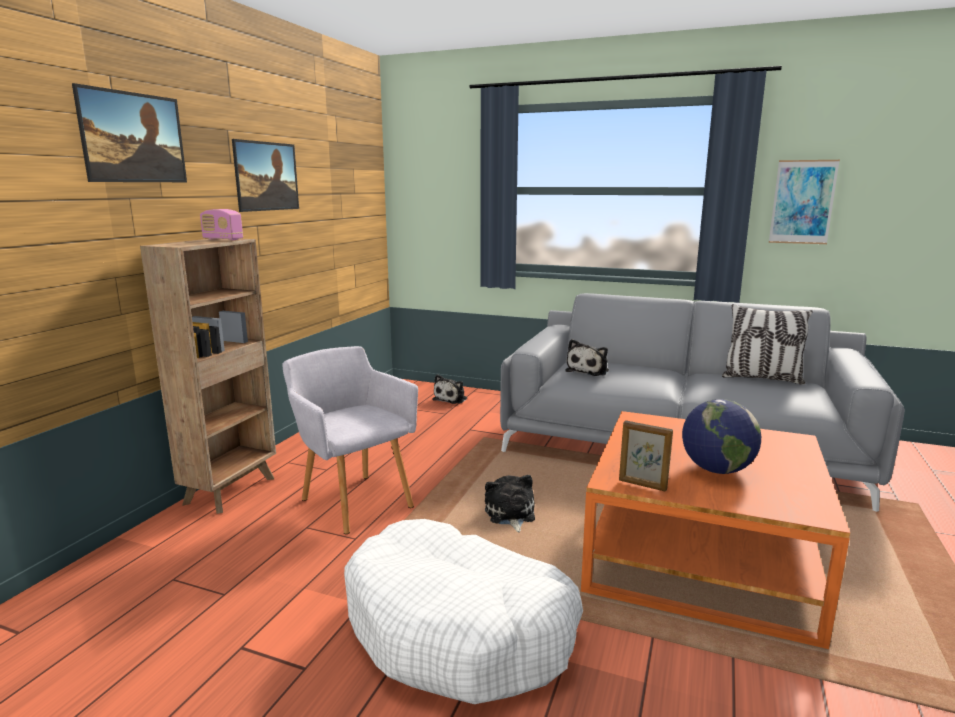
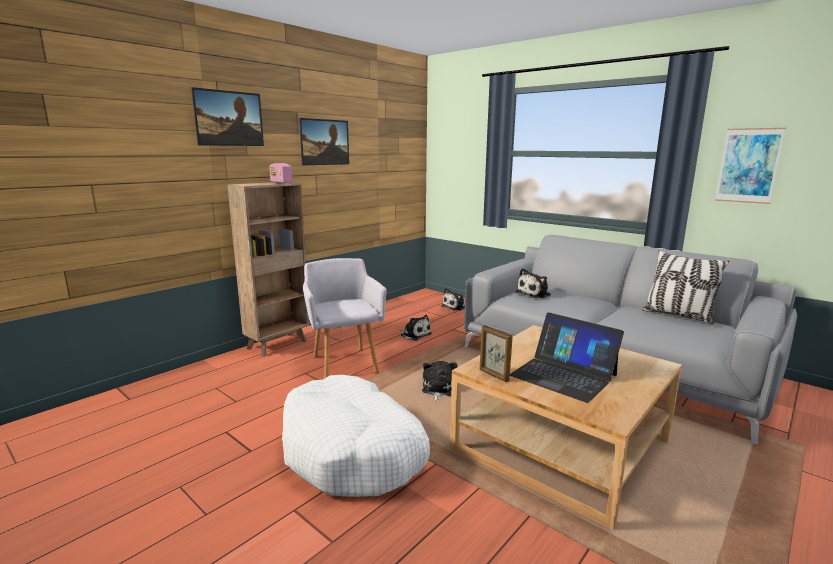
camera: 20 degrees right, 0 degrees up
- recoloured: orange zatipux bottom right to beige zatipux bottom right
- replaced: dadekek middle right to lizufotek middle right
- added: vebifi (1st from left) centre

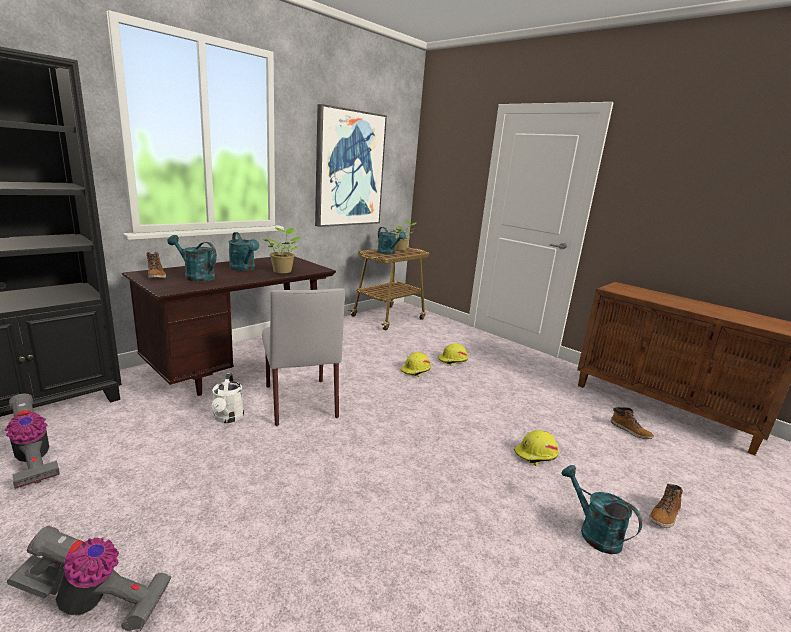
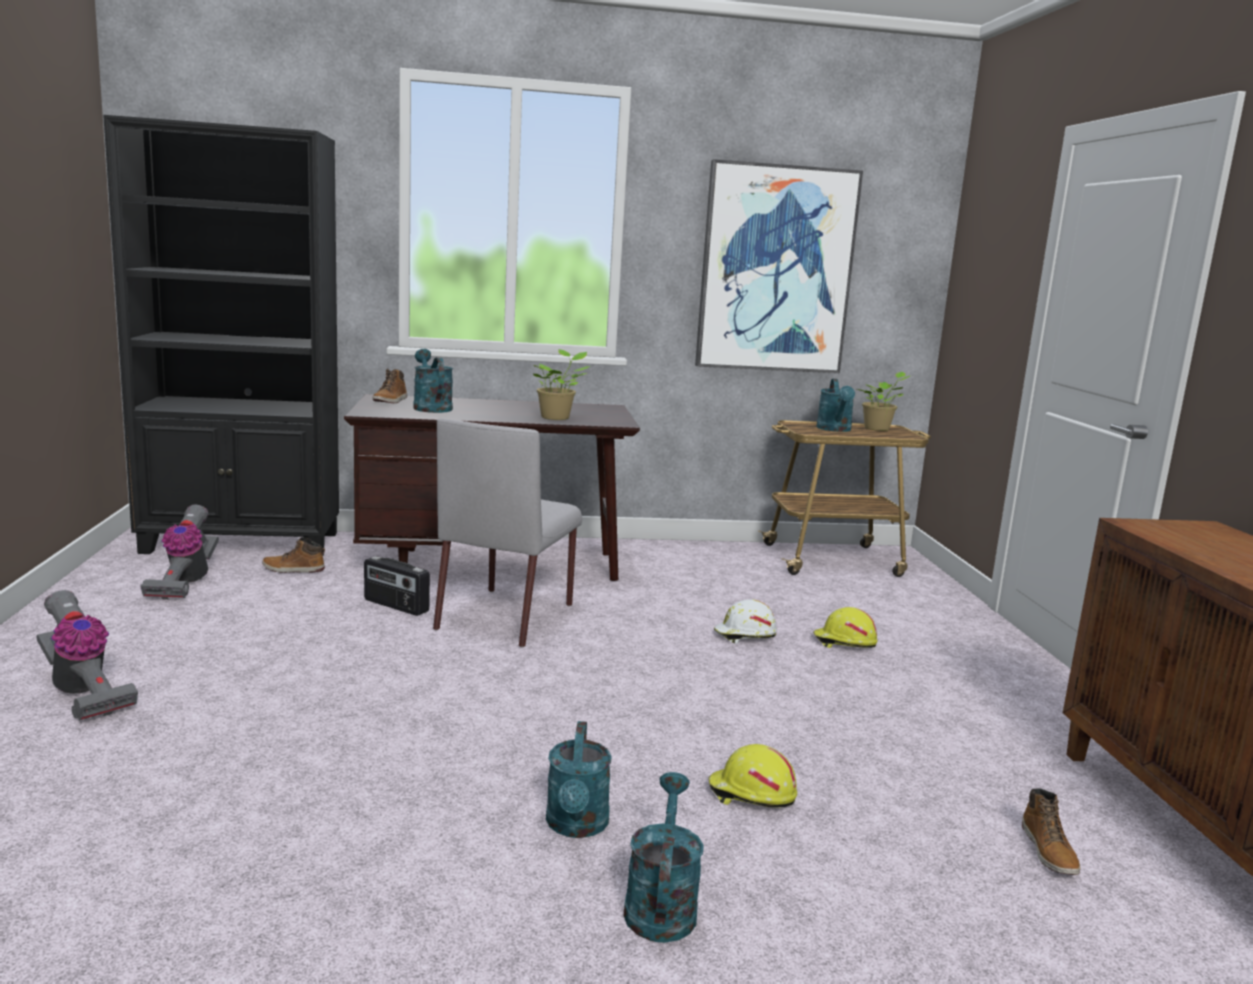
camera: 40 degrees right, 5 degrees down
- replaced: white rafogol middle left to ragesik middle left
- moved: turquoise rafogol (2nd from left) middle left to bottom centre
- recoloured: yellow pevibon (1st from left) centre to white pevibon centre
- moved: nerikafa (3rd from left in the first image) bottom right to nerikafa (1st from left) middle left

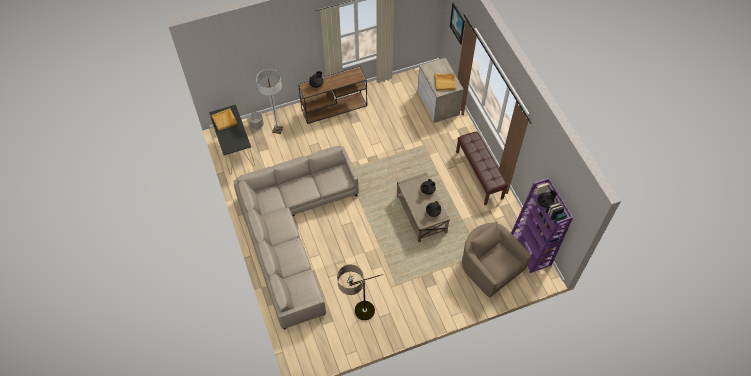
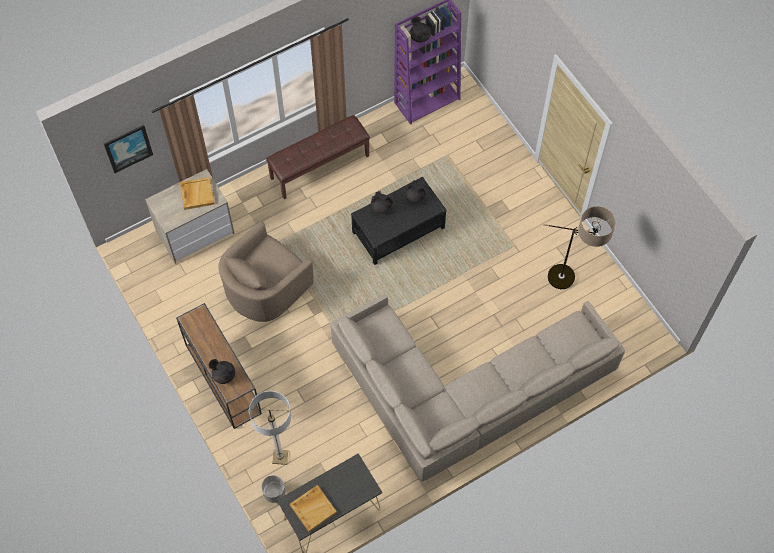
camera: 100 degrees left, 5 degrees up
- recoloured: beige zatipux centre to black zatipux centre
- moved: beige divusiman bottom centre to centre

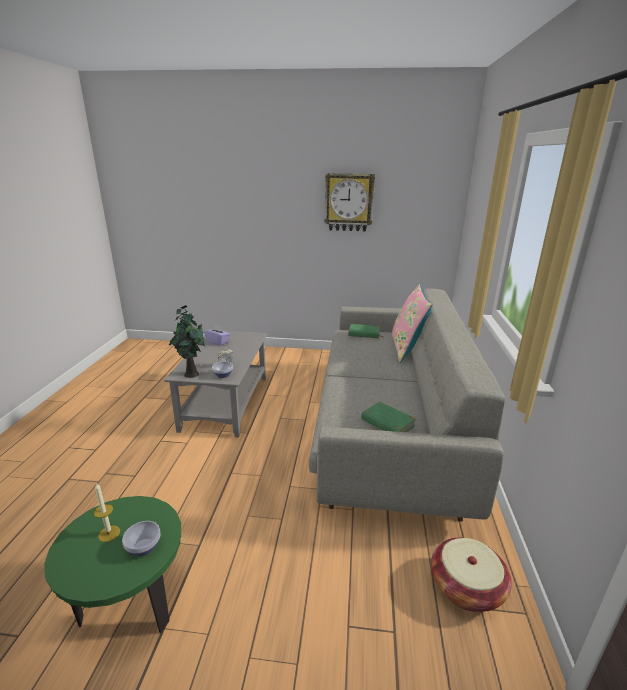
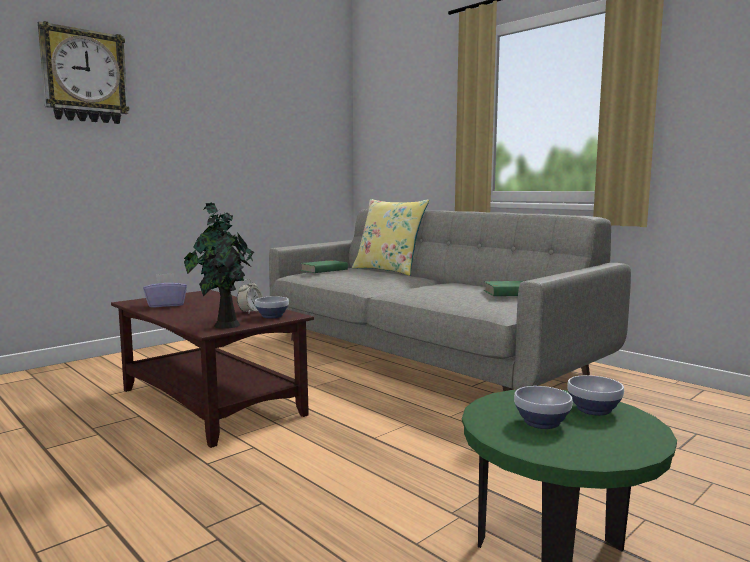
camera: 50 degrees left, 15 degrees down
- replaced: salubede bottom left to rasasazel (2nd from left) bottom right
- recoloured: grey zatipux centre to brown zatipux middle left
- moved: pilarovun top centre to top left
- recoloured: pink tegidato centre to yellow tegidato centre
- removed: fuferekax bottom right

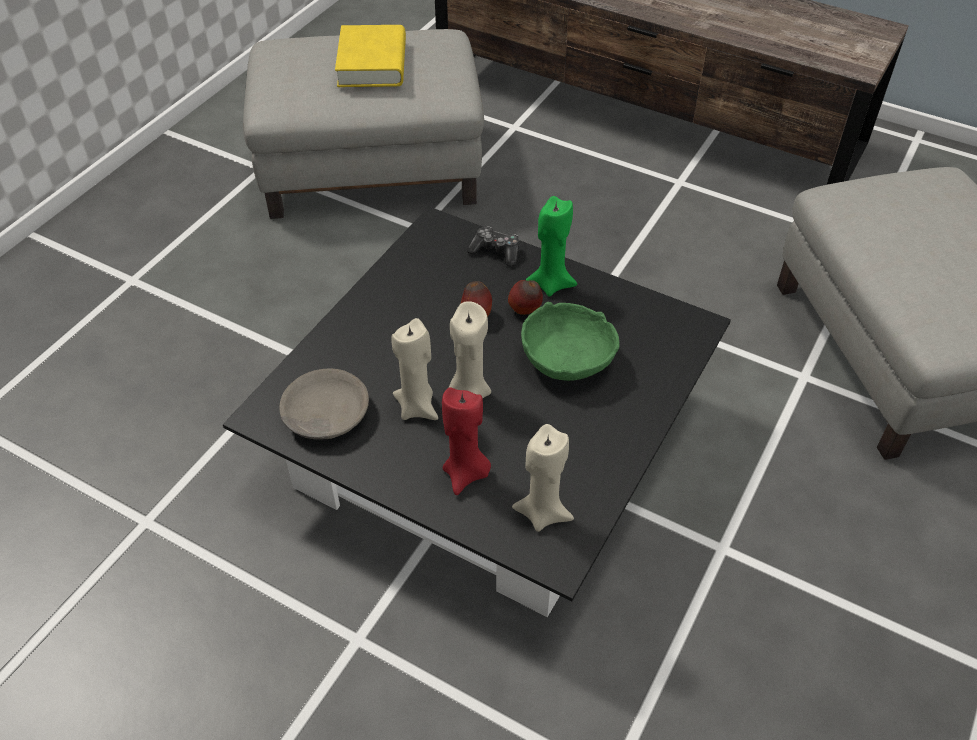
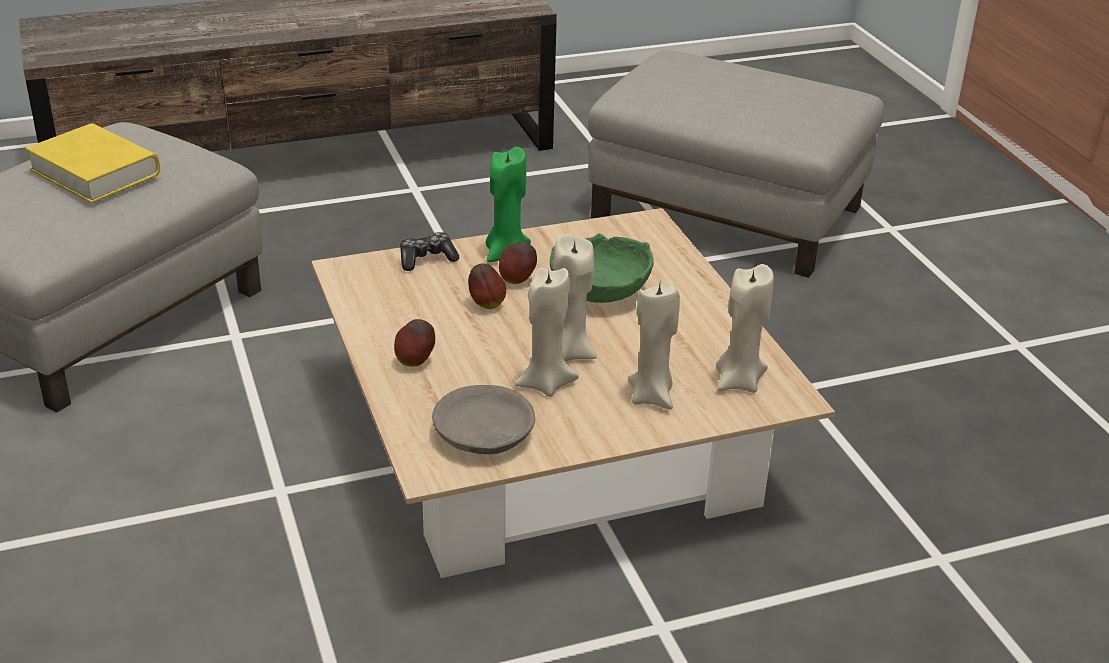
camera: 50 degrees left, 15 degrees down
- recoloured: black zatipux centre to beige zatipux centre
- recoloured: red salubede centre to beige salubede (3rd from left) centre
- added: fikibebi (1st from left) centre

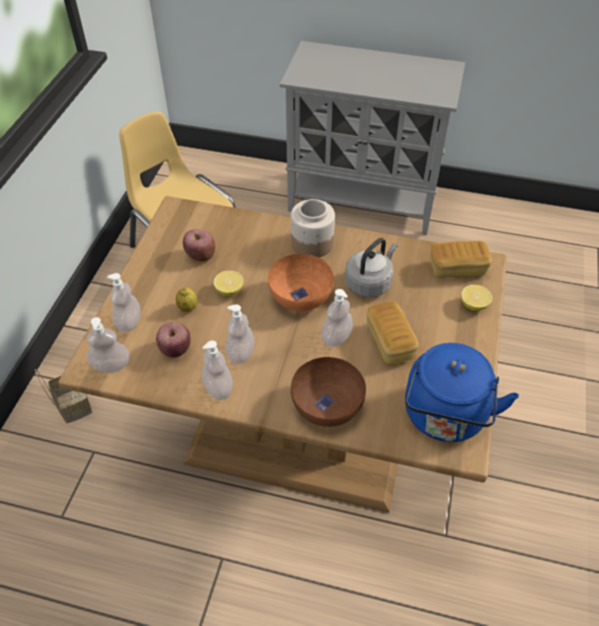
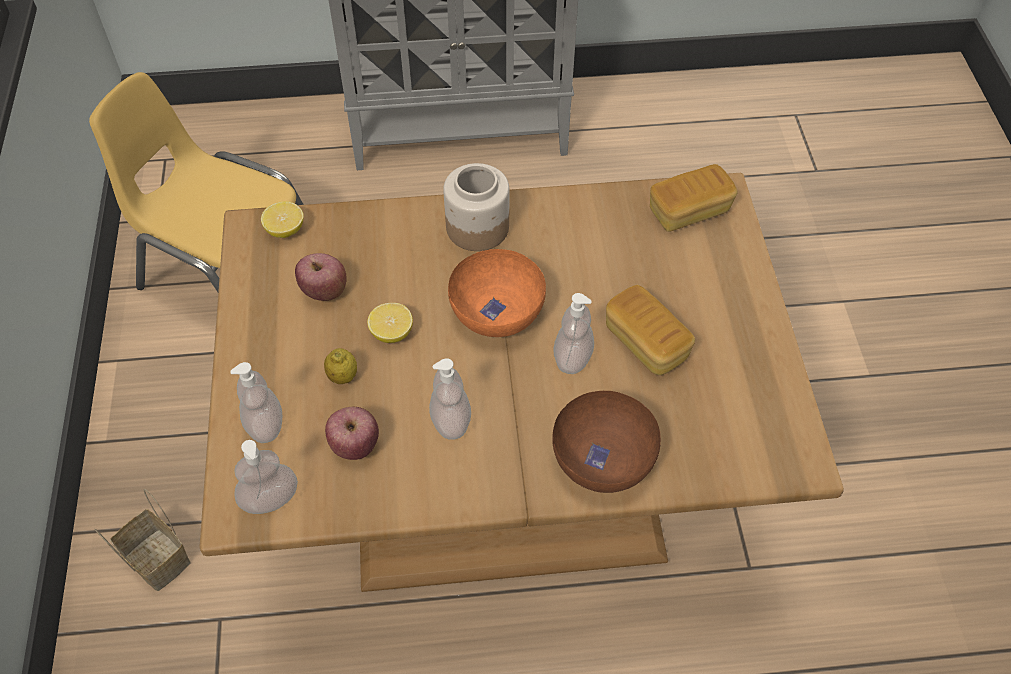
camera: 20 degrees left, 5 degrees up
- removed: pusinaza (3rd from left) centre
- removed: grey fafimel centre
- removed: blue fafimel middle right
- moved: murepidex (3rd from left in the first image) middle right to murepidex (1st from left) top left

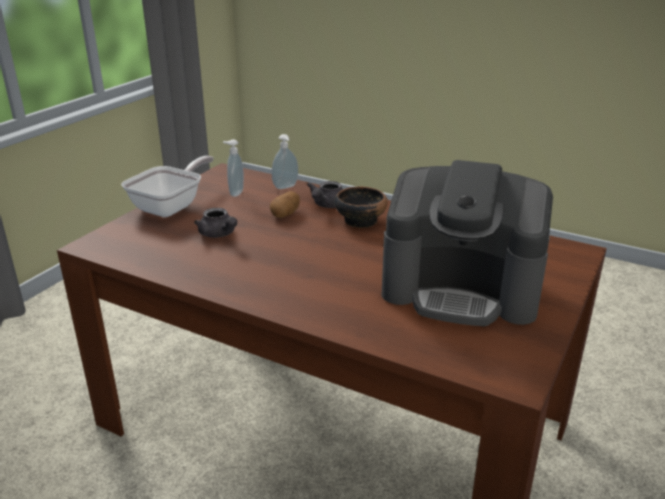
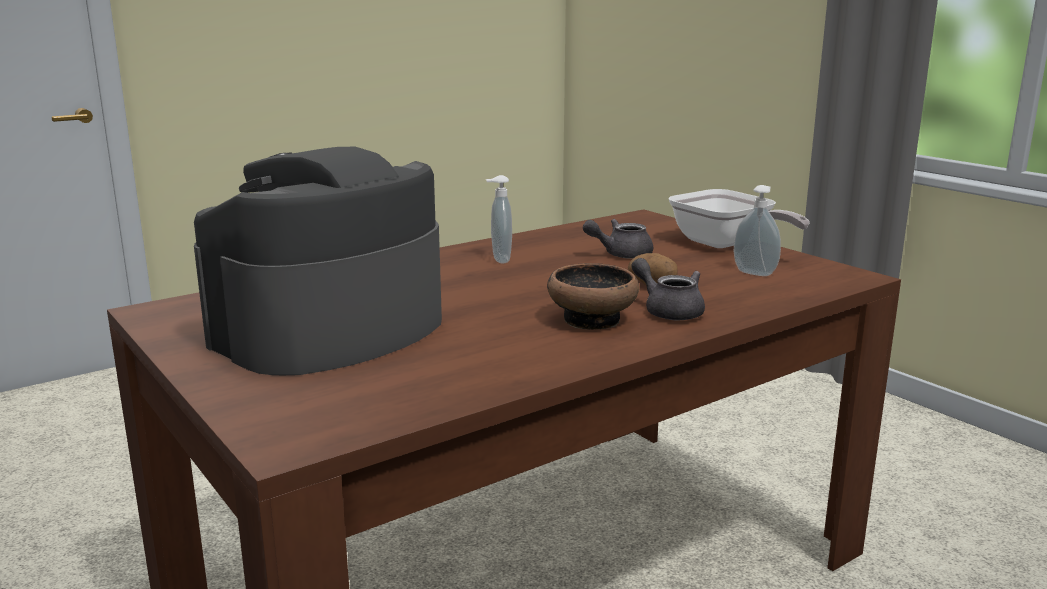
camera: 115 degrees right, 10 degrees down
- moved: pusinaza (2nd from left in the first image) top centre to pusinaza (1st from left) centre

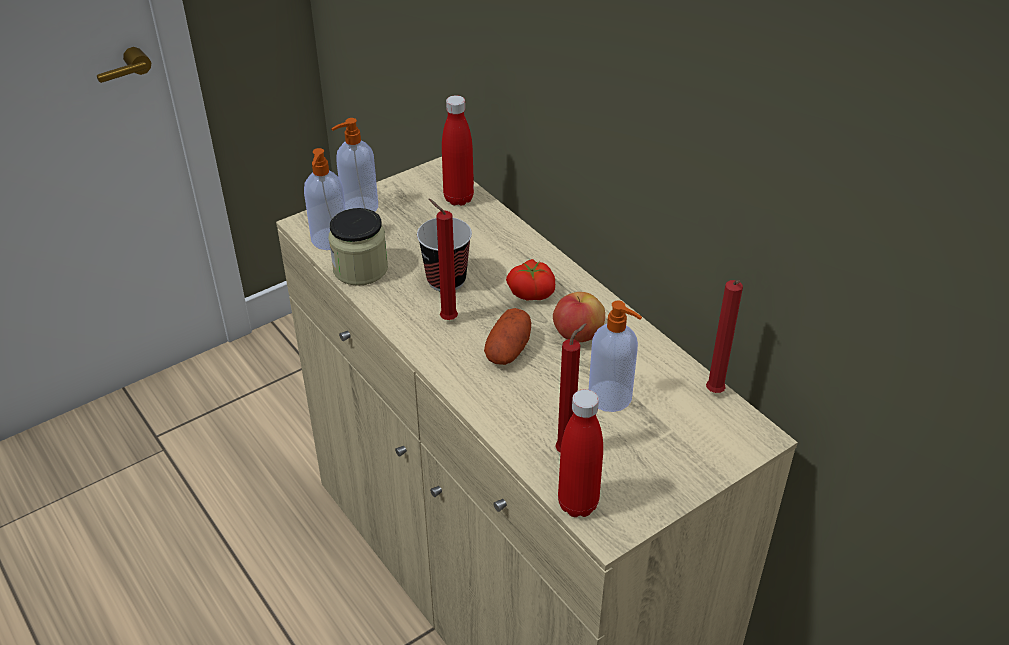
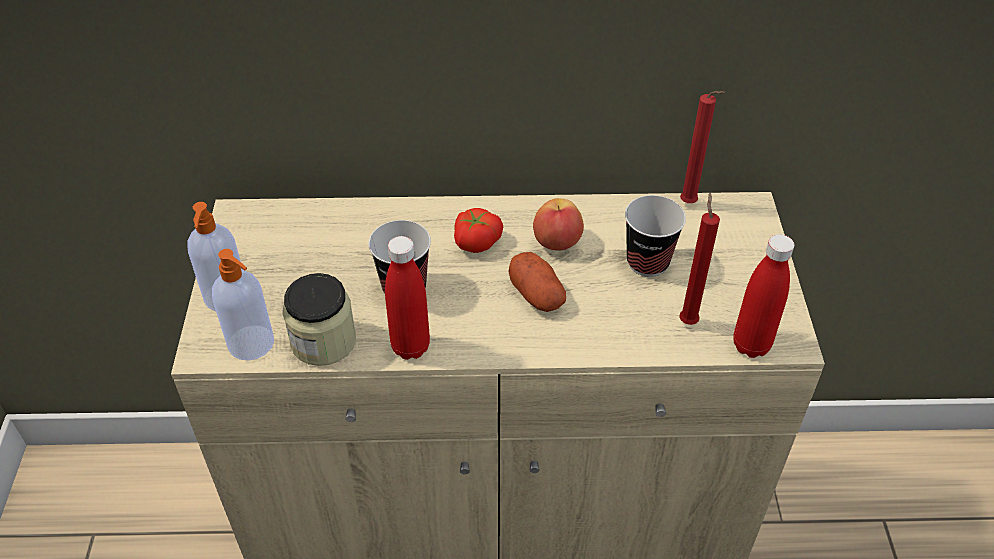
camera: 55 degrees left, 5 degrees up
- removed: red salubede (1st from left) centre
- moved: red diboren (1st from left) top centre to centre
- replaced: pusinaza (3rd from left) centre to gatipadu (2nd from left) centre

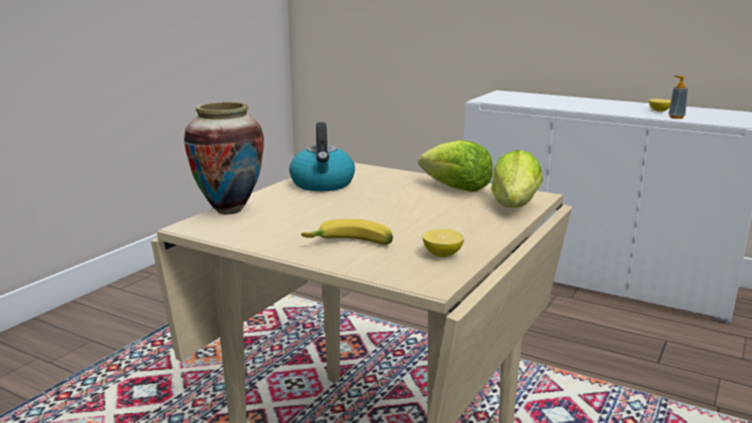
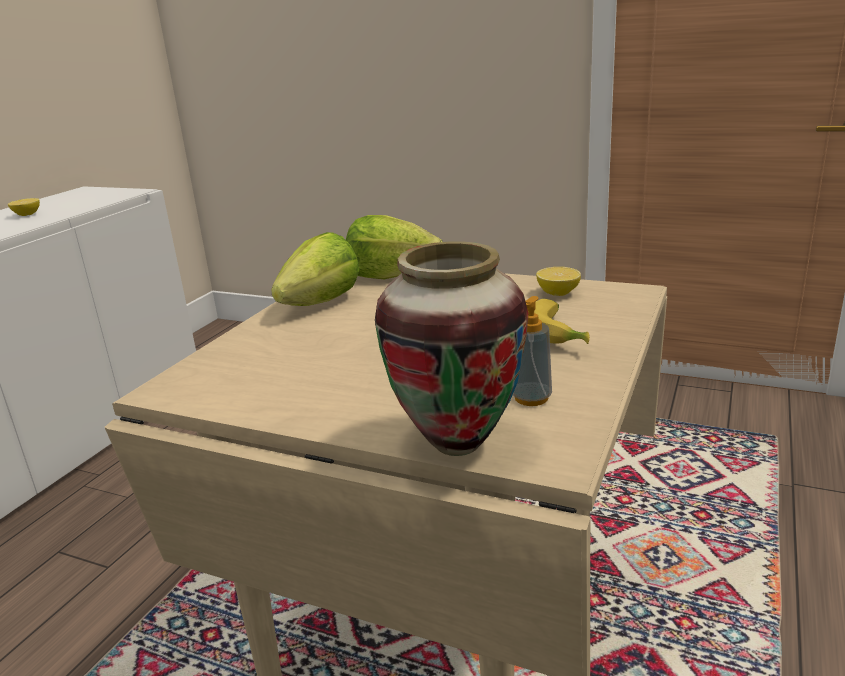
camera: 95 degrees left, 5 degrees up
- removed: fafimel centre
- moved: pusinaza top right to centre

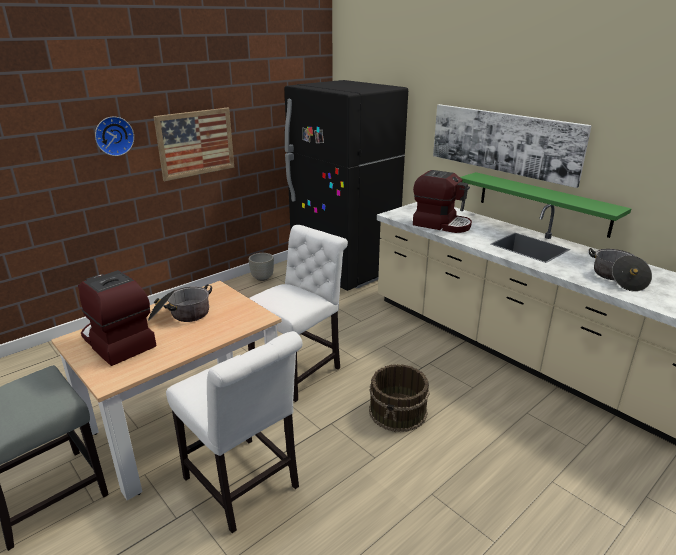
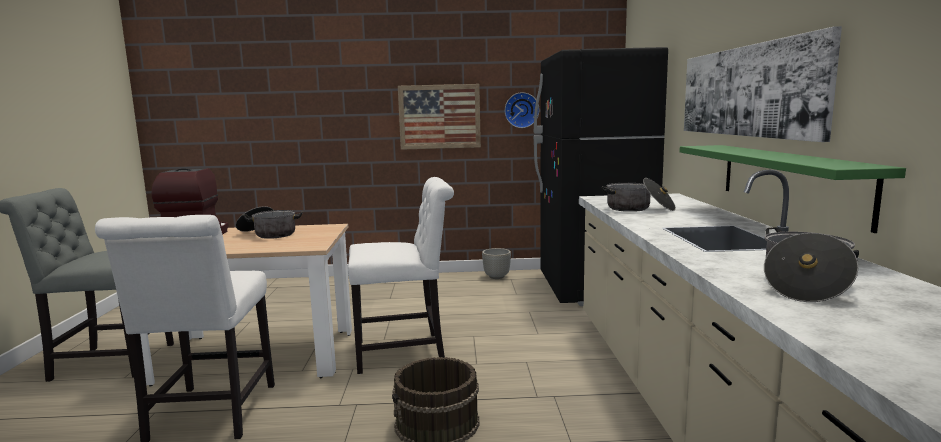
camera: 40 degrees right, 15 degrees down
- moved: pilarovun top left to top centre
- replaced: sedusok (2nd from left) centre to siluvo (2nd from left) middle right

